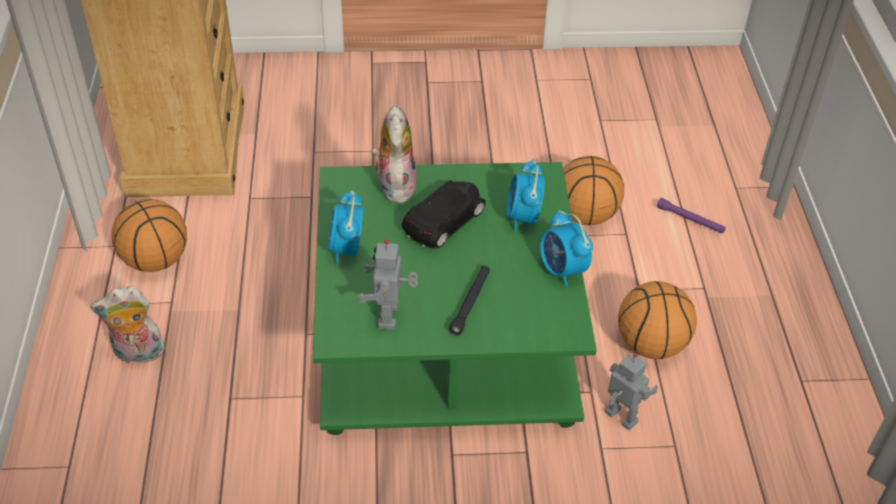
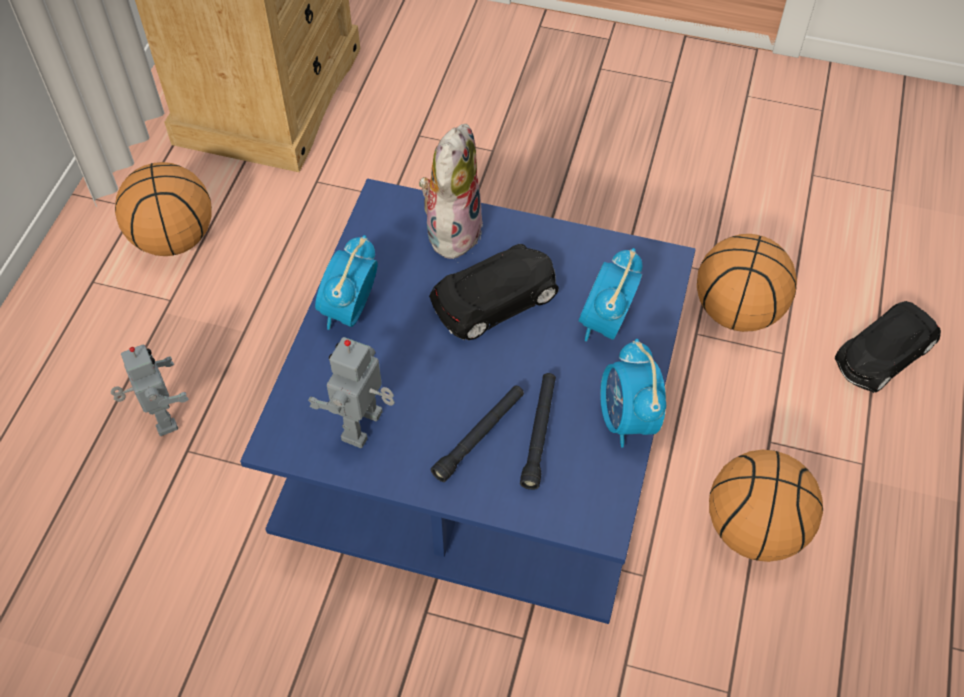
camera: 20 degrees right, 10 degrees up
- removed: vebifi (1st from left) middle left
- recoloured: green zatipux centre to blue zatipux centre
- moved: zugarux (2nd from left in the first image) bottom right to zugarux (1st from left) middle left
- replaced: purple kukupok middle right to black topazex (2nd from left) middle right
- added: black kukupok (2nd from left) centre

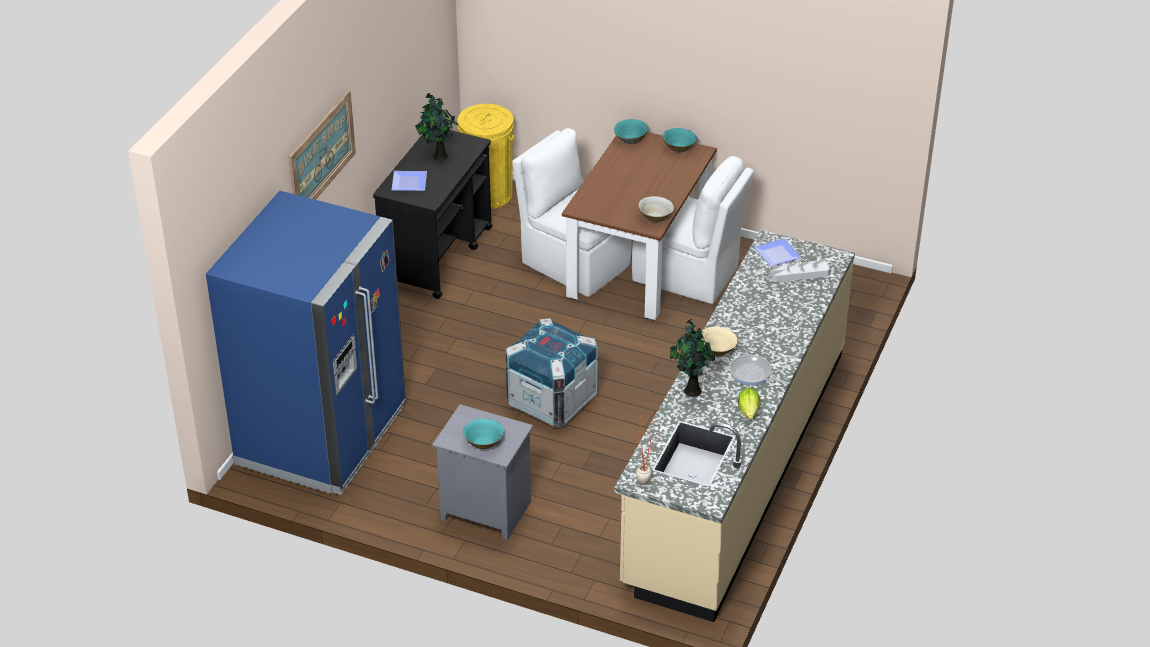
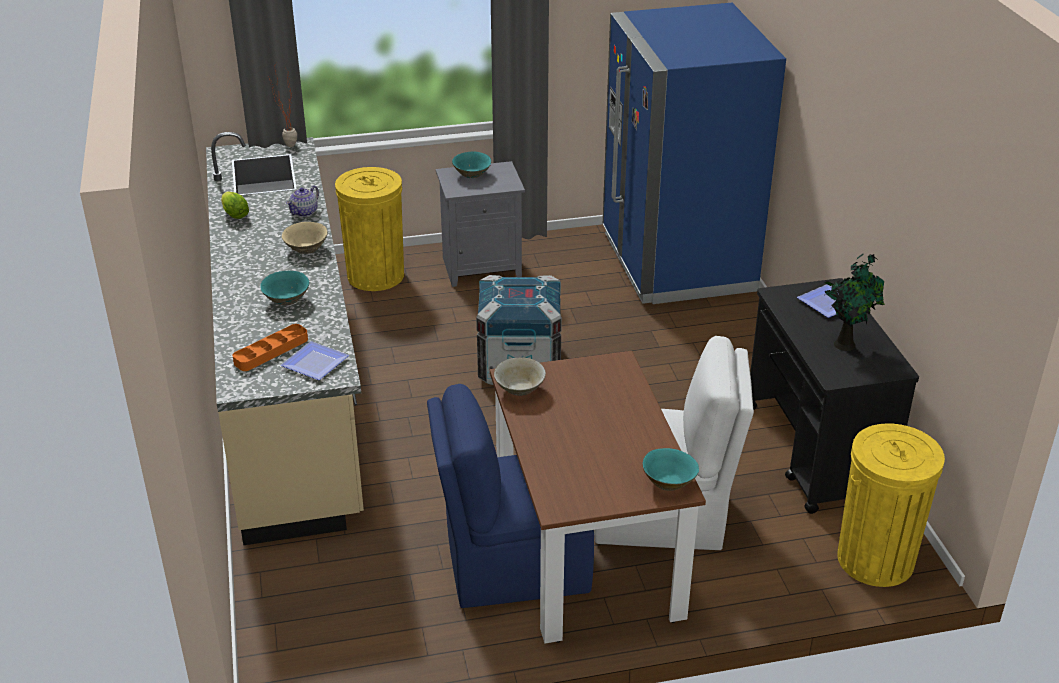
camera: 145 degrees right, 5 degrees down
- removed: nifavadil top left
- recoloured: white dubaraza (2nd from left) centre to blue dubaraza bottom centre
- moved: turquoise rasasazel (3rd from left in the first image) top centre to turquoise rasasazel (1st from left) middle left
- replaced: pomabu (3rd from left) centre to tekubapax top left
- removed: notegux centre
- recoloured: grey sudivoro middle right to orange sudivoro middle left
- added: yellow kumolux (1st from left) centre

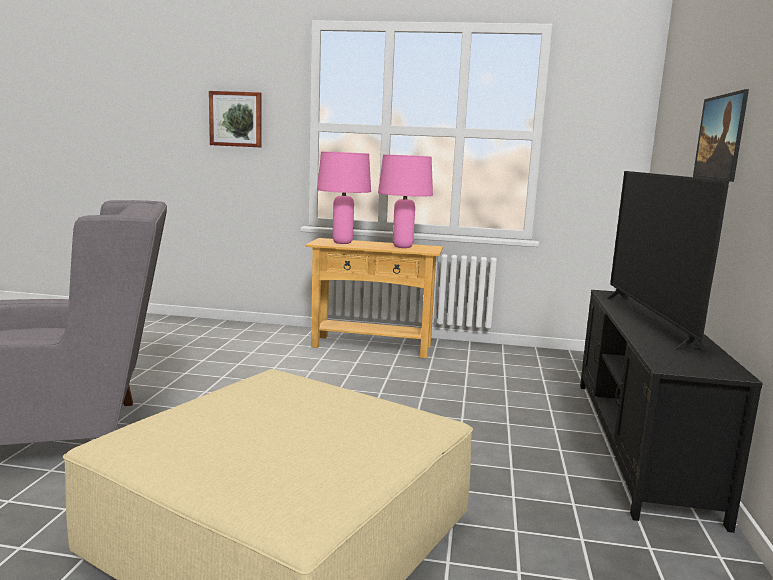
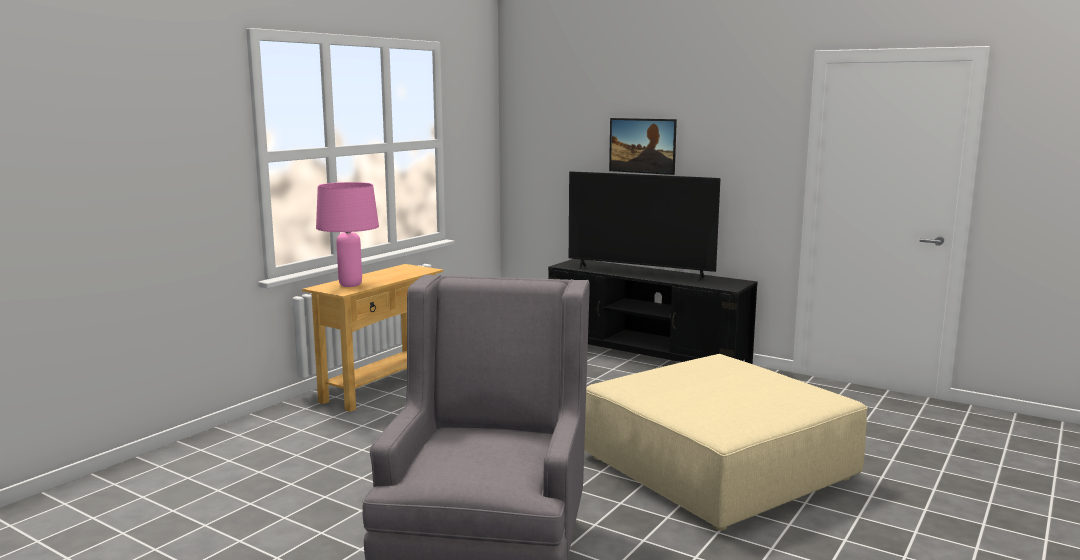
camera: 65 degrees left, 0 degrees up
- removed: nifavadil (1st from left) top left
- removed: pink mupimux (2nd from left) centre

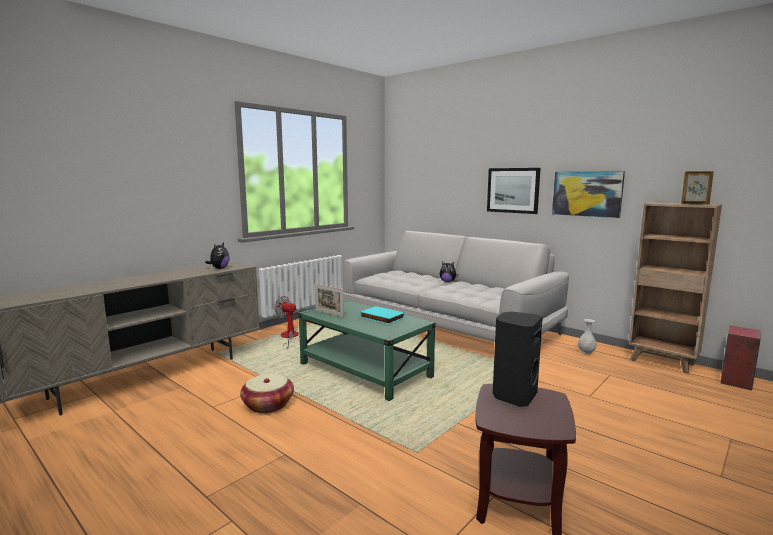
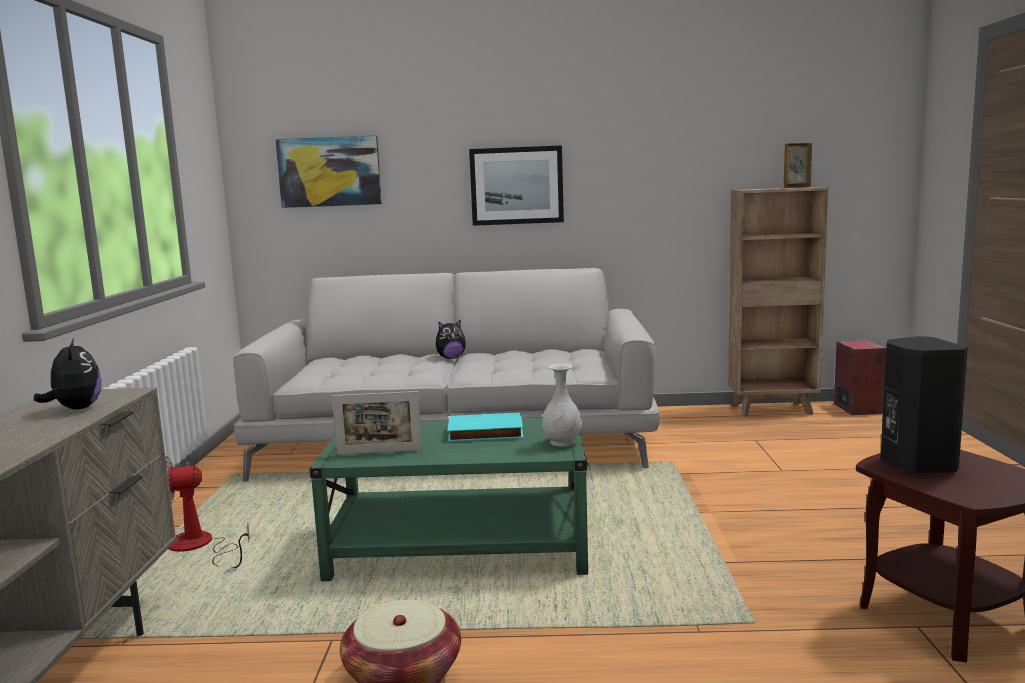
camera: 40 degrees left, 0 degrees up
- moved: nifavadil (2nd from left in the first image) middle right to nifavadil (1st from left) top left
- moved: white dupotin middle right to centre

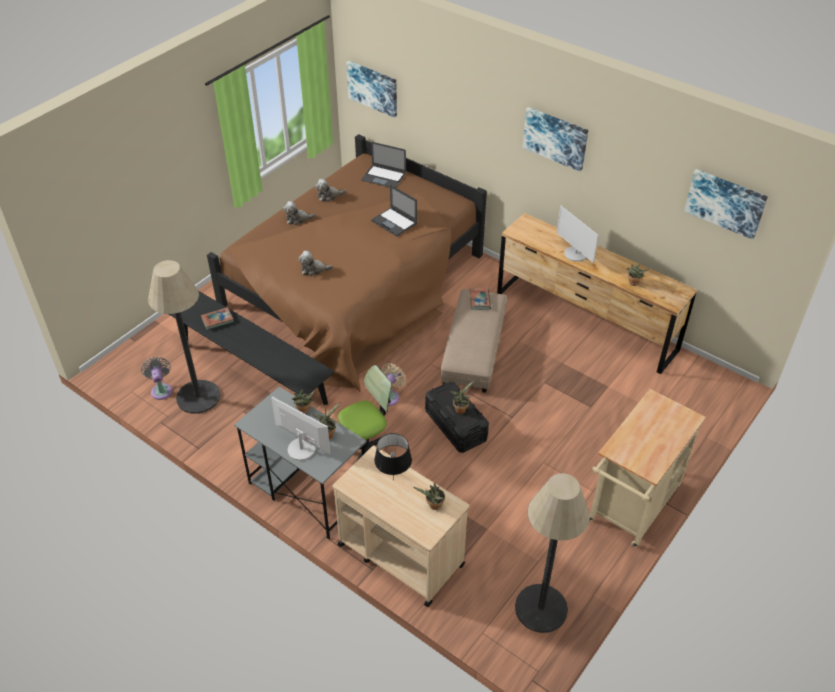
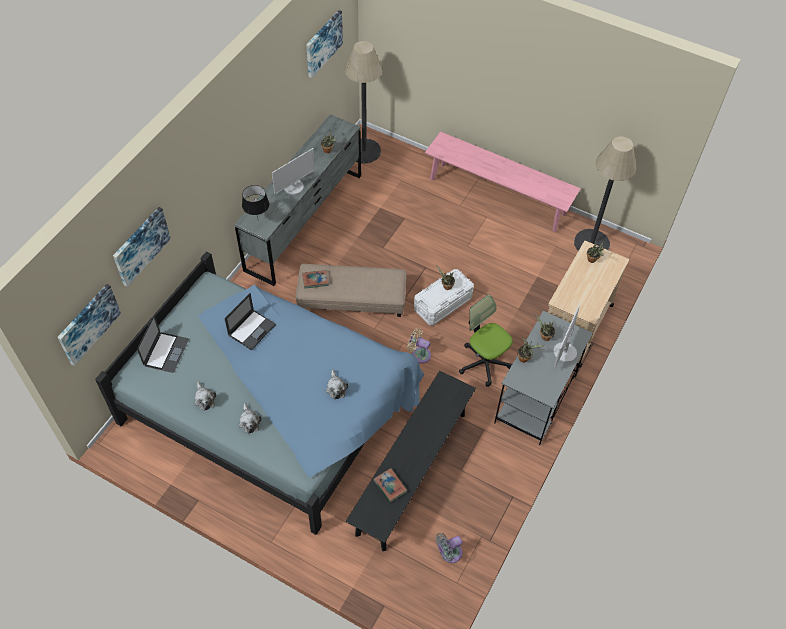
camera: 100 degrees left, 10 degrees up
- moved: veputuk (1st from left) middle left to top centre
- recoloured: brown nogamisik centre to blue nogamisik middle left
- moved: black mupimux centre to top left
- recoloured: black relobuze centre to white relobuze centre
- recoloured: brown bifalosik middle right to grey bifalosik top centre
- moved: nifavadil (2nd from left) top centre to middle left
- replaced: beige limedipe (2nd from left) bottom right to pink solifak top centre

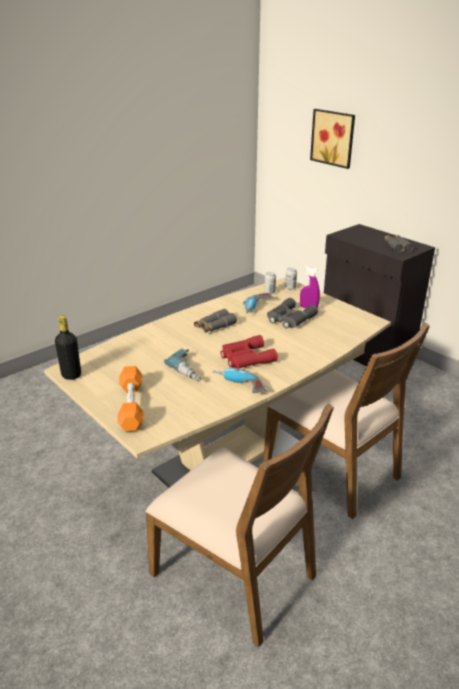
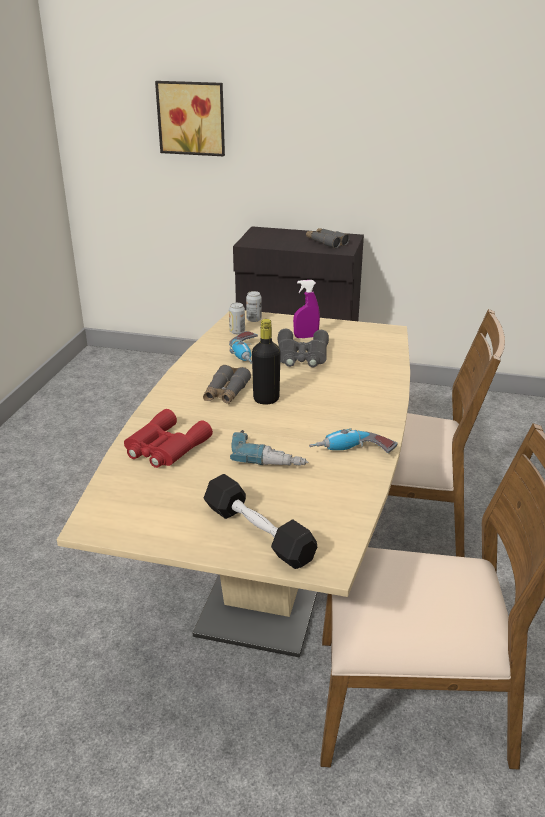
camera: 35 degrees left, 0 degrees up
- moved: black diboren middle left to centre
- recoloured: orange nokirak middle left to black nokirak centre
- moved: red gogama centre to middle left

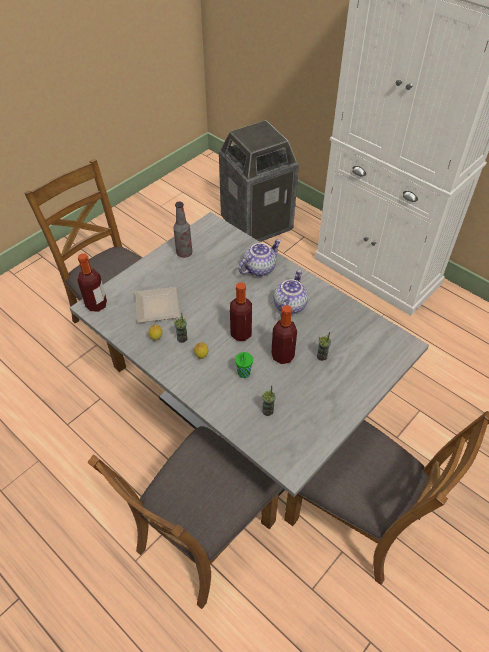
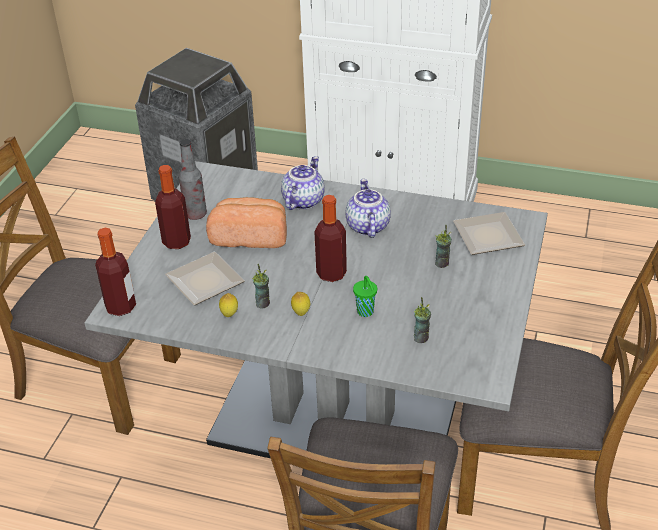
camera: 25 degrees left, 10 degrees down
- moved: diboren (4th from left in the first image) centre to diboren (2nd from left) middle left
- added: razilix centre
- added: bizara (2nd from left) middle right

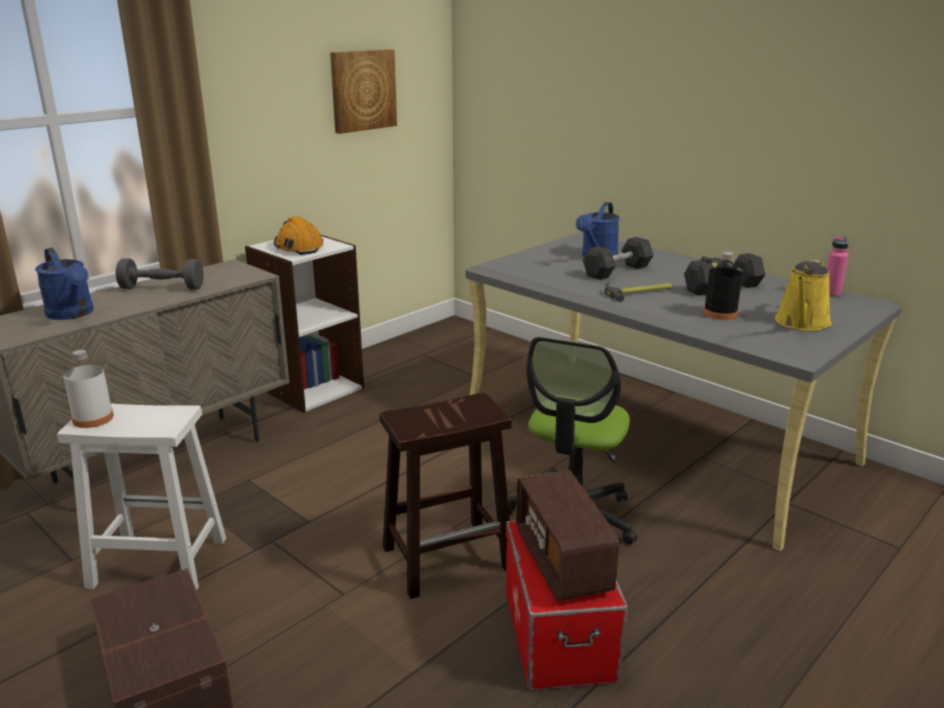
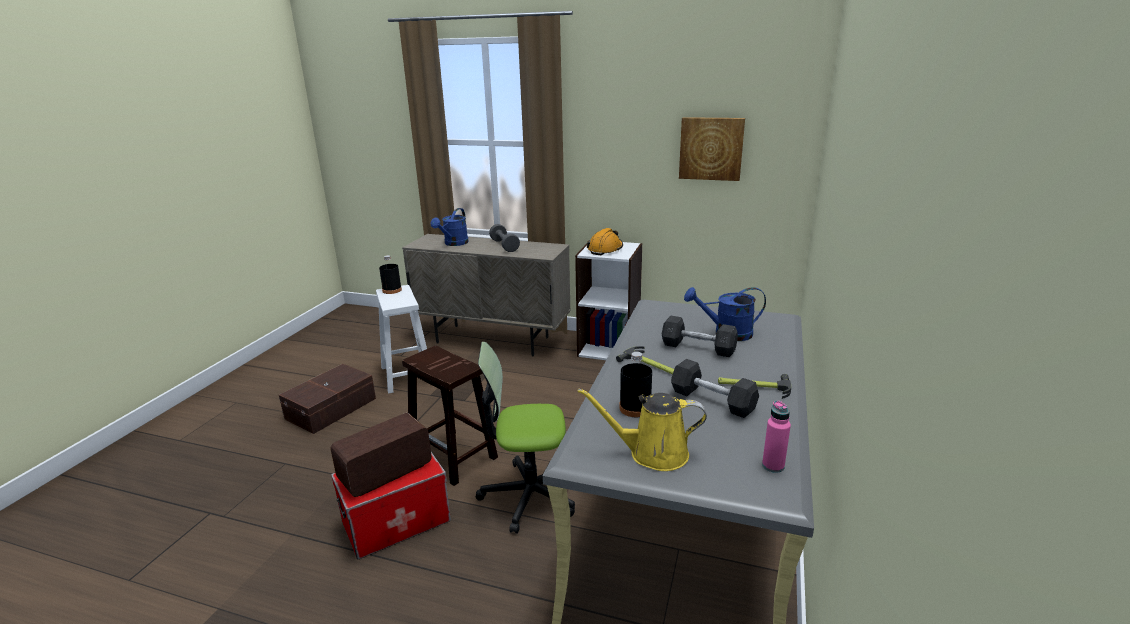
camera: 65 degrees right, 0 degrees up
- recoloured: white diboren middle left to black diboren (1st from left) centre

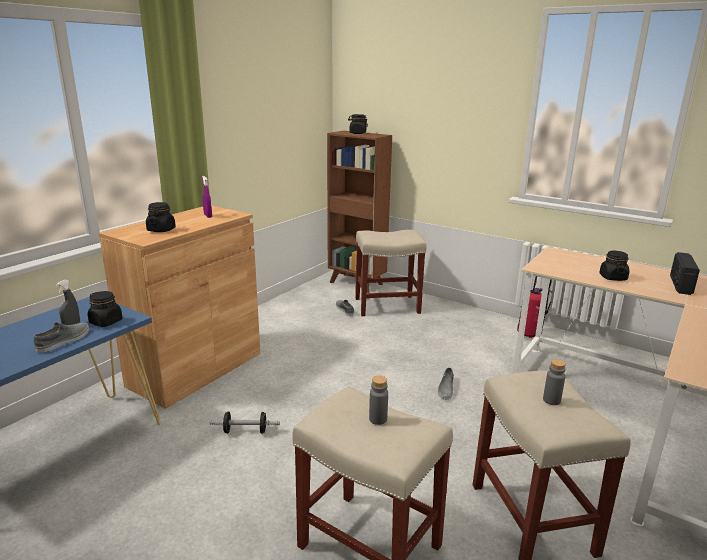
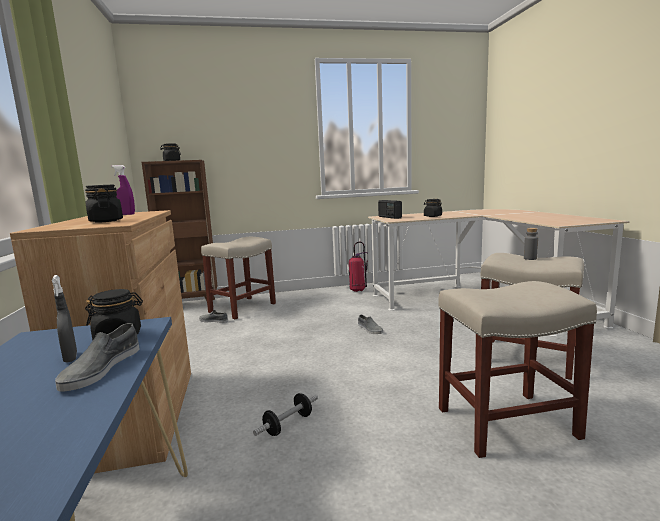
camera: 45 degrees left, 10 degrees down
- turned: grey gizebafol (1st from left) middle left = bottom left 150 degrees counterclockwise
- removed: grey diboren (1st from left) bottom centre
- moved: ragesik middle right to centre

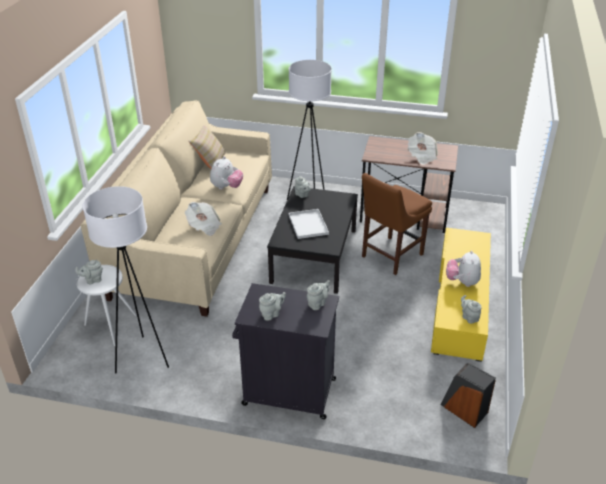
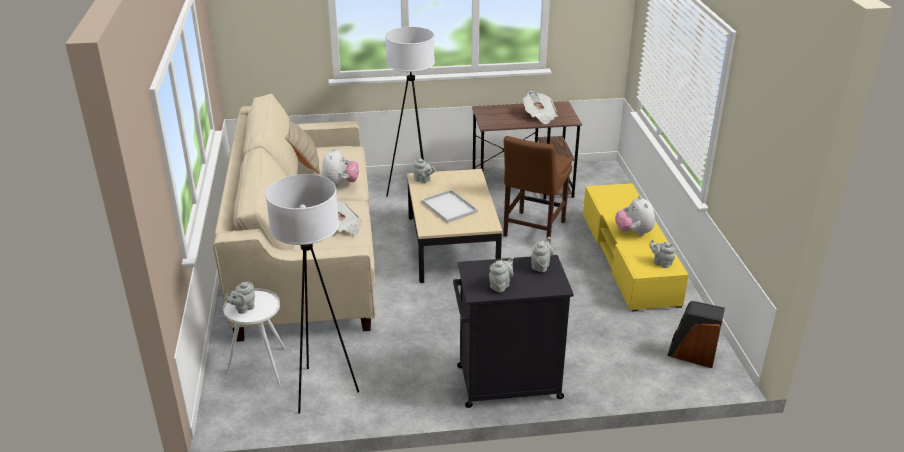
camera: 20 degrees left, 5 degrees down
- recoloured: black zatipux centre to beige zatipux centre

